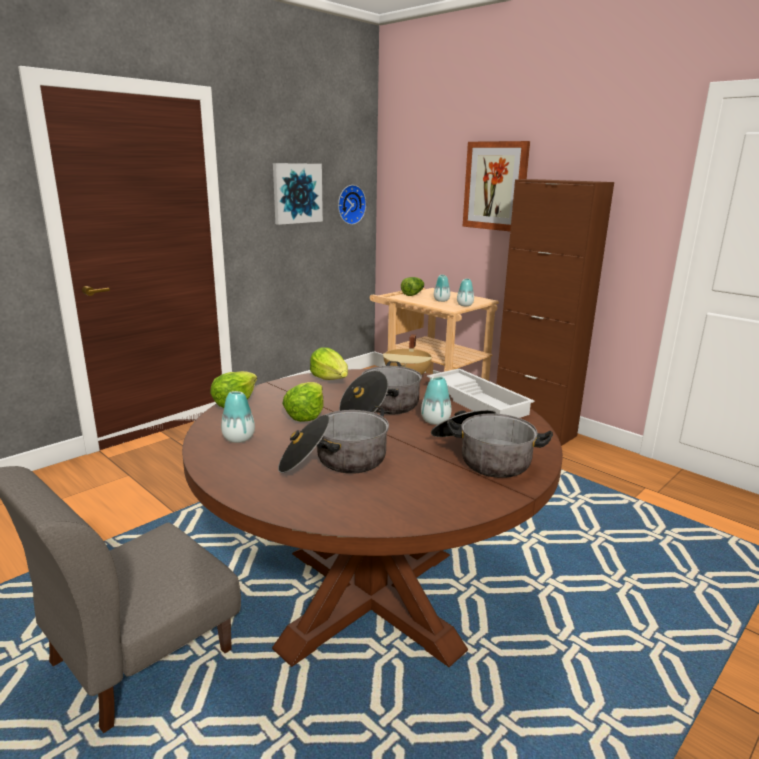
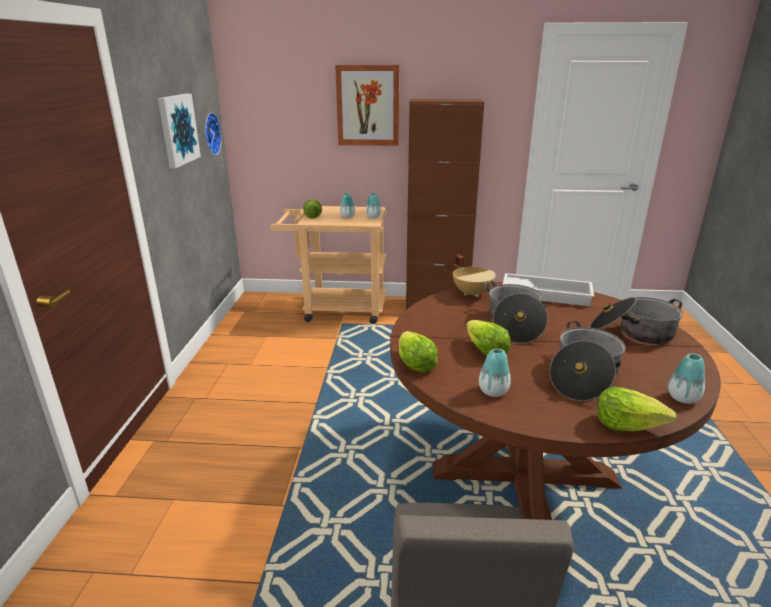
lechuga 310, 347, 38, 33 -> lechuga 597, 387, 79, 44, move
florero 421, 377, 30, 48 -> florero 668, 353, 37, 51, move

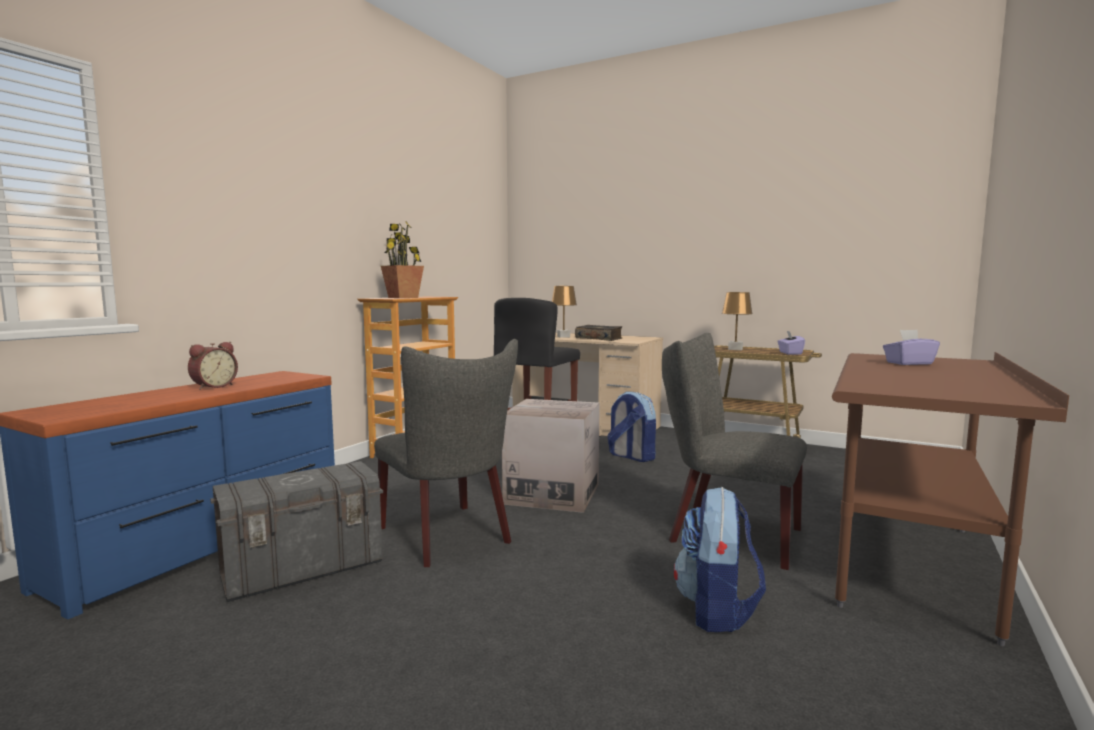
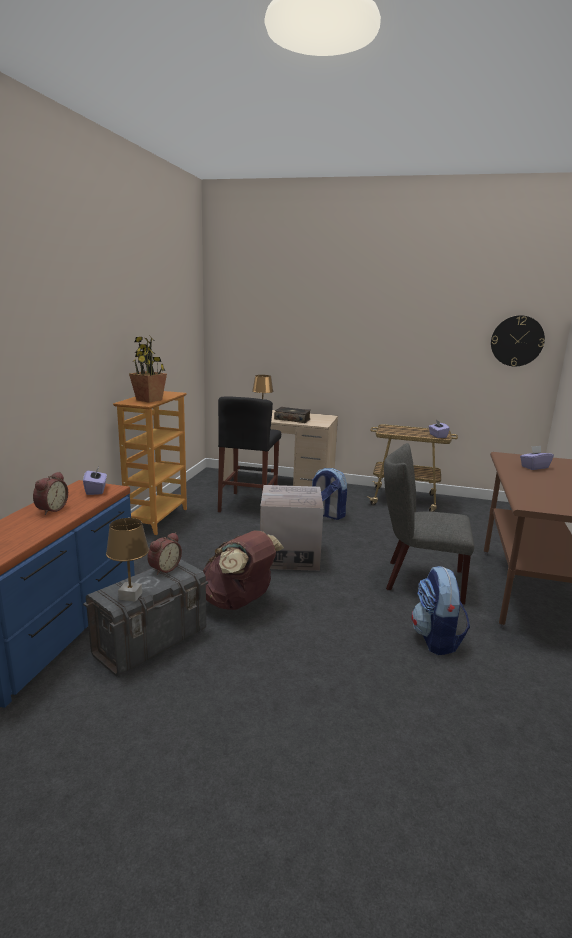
none -> caja de pañuelos (morado) 83, 467, 24, 28
none -> despertador 147, 532, 35, 43
none -> reloj de pared 491, 315, 54, 51
lámpara de mesa (marrón) 722, 292, 31, 58 -> lámpara de mesa (marrón) 106, 518, 43, 84, move
silla (gris) 374, 339, 144, 228 -> mochila (marrón) 203, 530, 81, 80

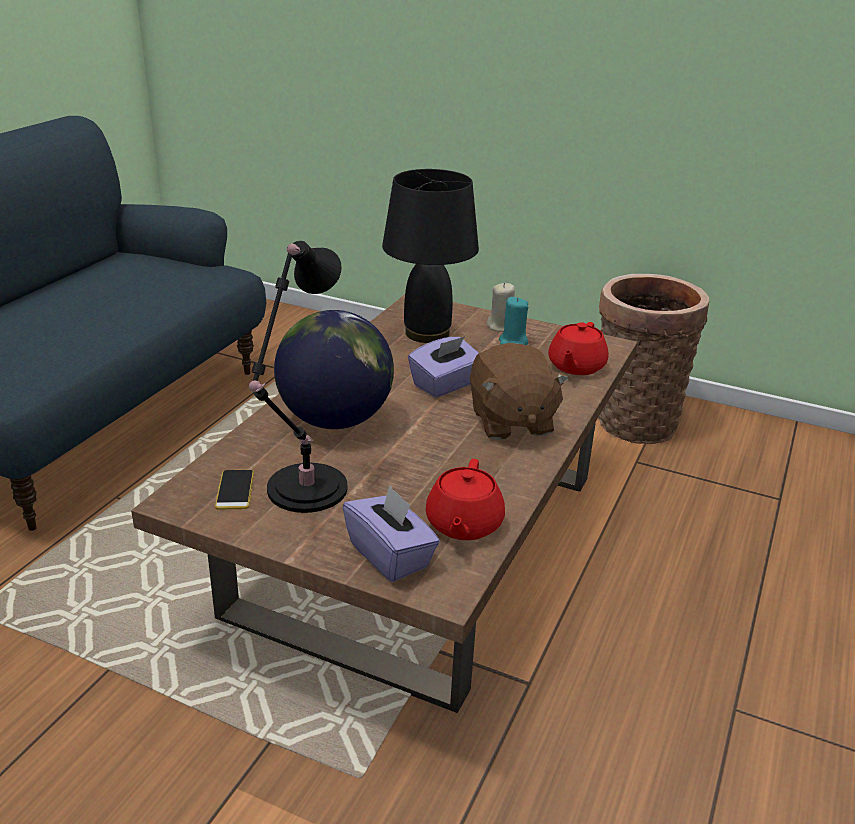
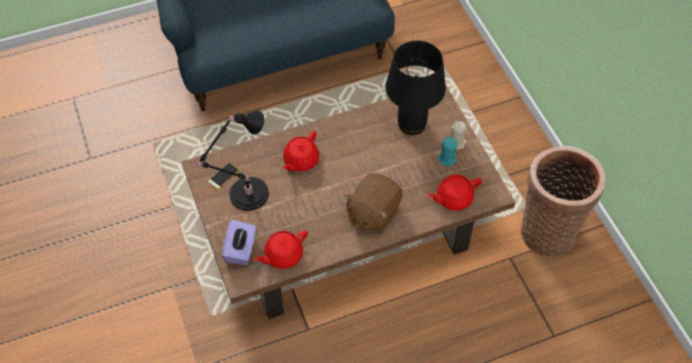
caja de pañuelos (morado) 408, 336, 71, 62 -> none
globo terráqueo 274, 310, 120, 119 -> tetera (rojo) 283, 131, 36, 40

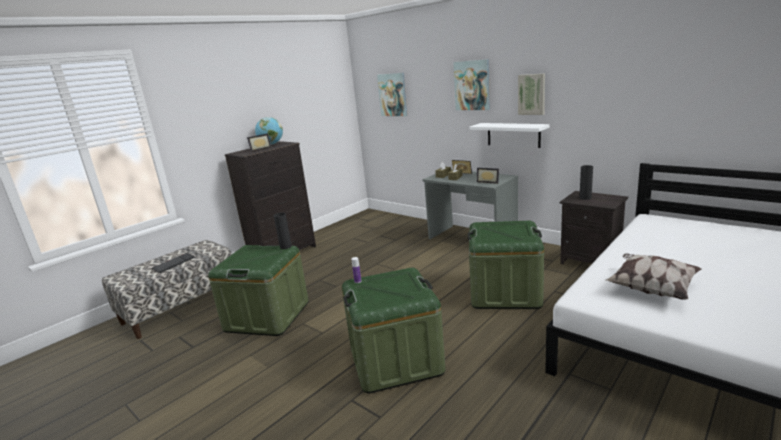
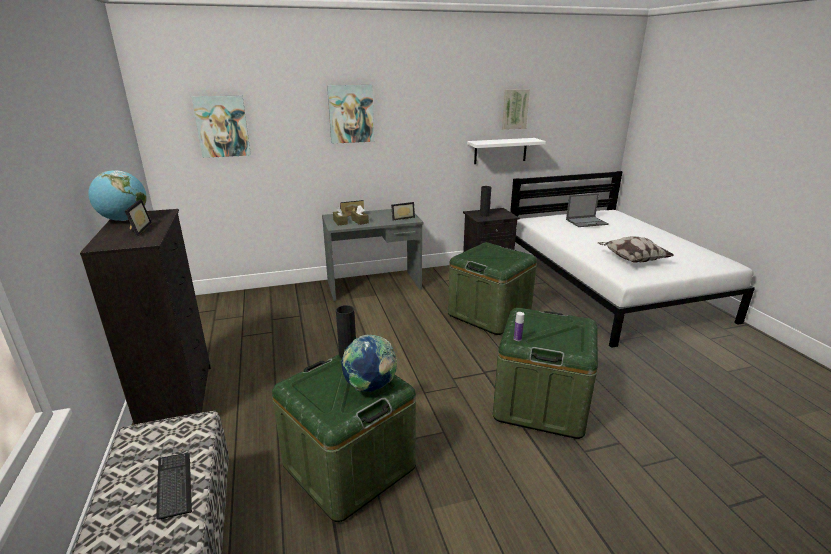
none -> globo terráqueo 341, 335, 56, 57
none -> portátil 566, 193, 43, 34
estante (blanco) 469, 123, 81, 25 -> estante (blanco) 467, 138, 79, 26, move
cuadro 518, 74, 27, 41 -> cuadro 502, 89, 28, 41, move

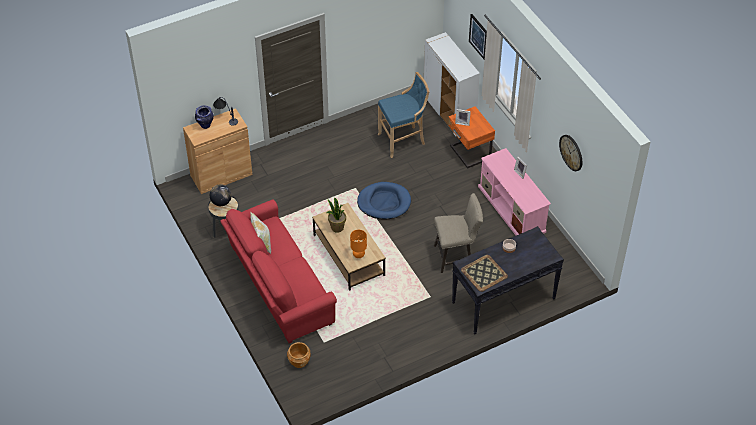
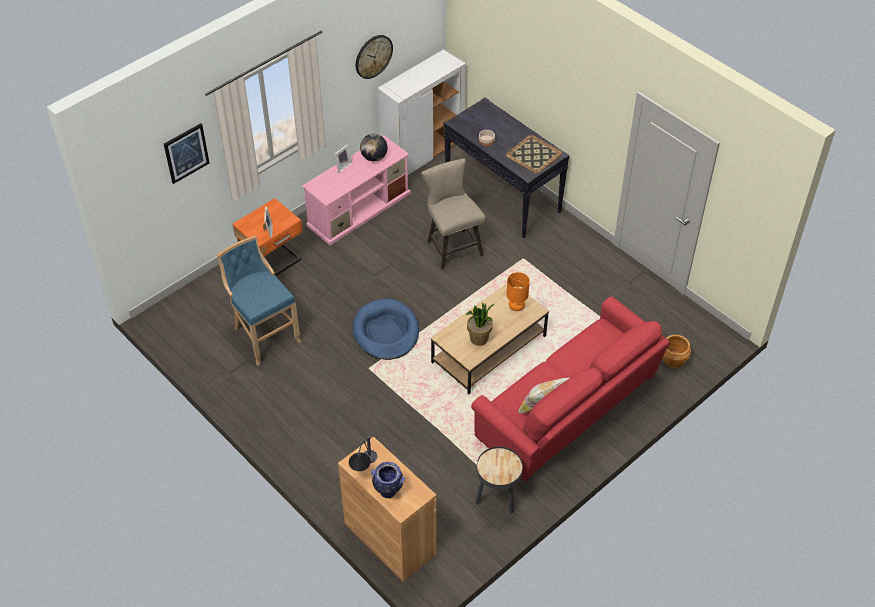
globo terráqueo 210, 184, 22, 22 -> globo terráqueo 360, 134, 28, 27, move
armario (blanco) 424, 32, 56, 105 -> armario (blanco) 377, 50, 89, 125, move

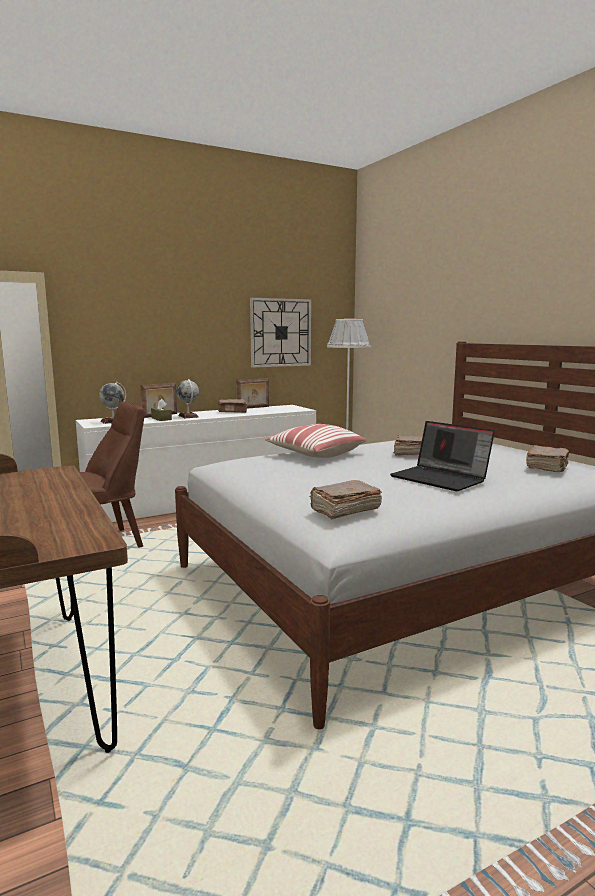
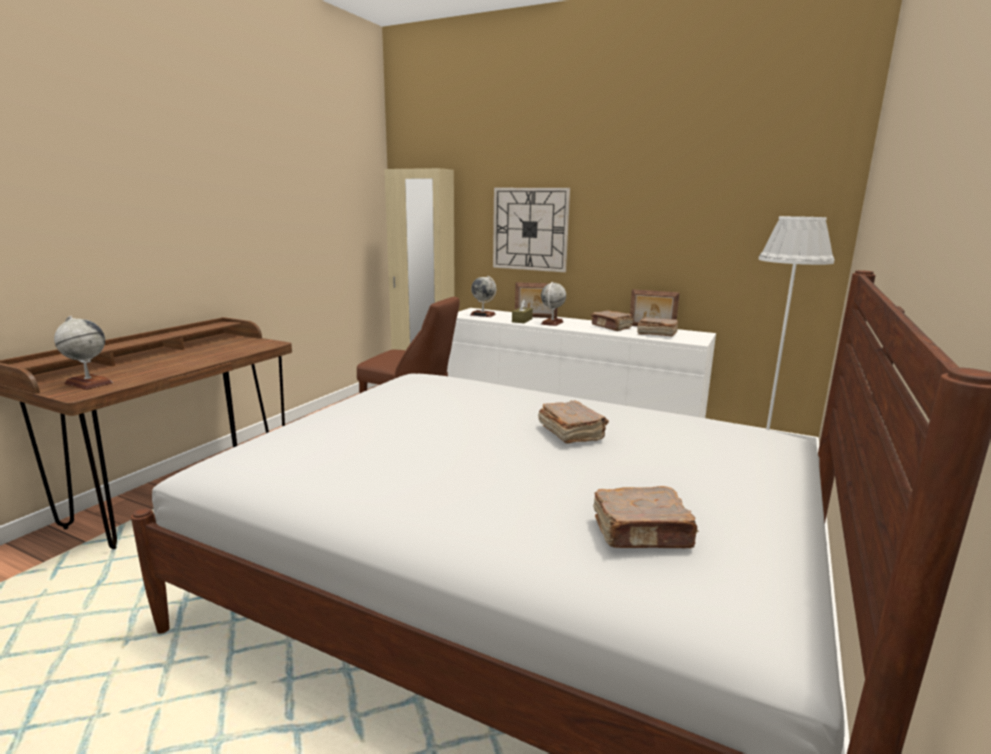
cojín 265, 424, 101, 34 -> none
portátil 390, 421, 105, 70 -> none
none -> globo terráqueo 54, 316, 59, 74
reloj de pared 250, 298, 61, 70 -> reloj de pared 493, 188, 77, 84, move
libro (marrón) 310, 480, 72, 39 -> libro (marrón) 637, 317, 41, 20, move

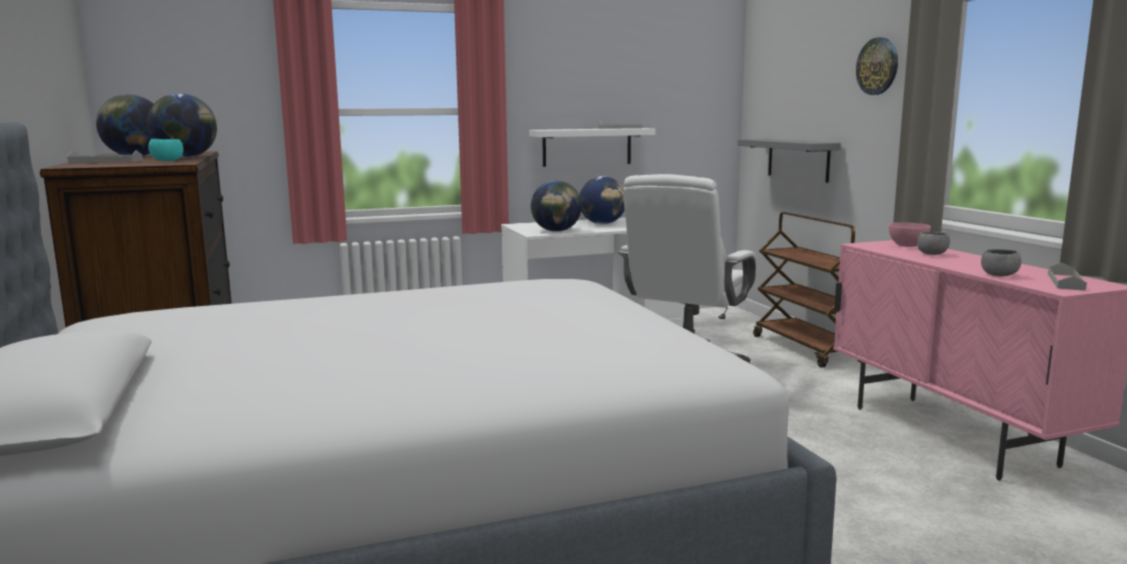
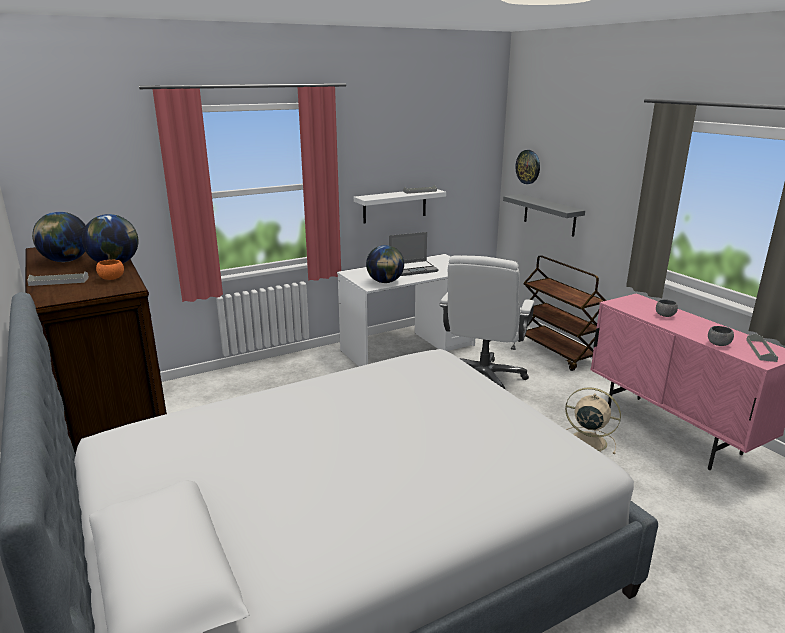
cuenco (rosa) 889, 223, 42, 24 -> none
none -> ventilador (beis) 565, 387, 56, 67
reloj de pared 856, 38, 42, 57 -> reloj de pared 516, 150, 24, 34, move
globo terráqueo 580, 176, 45, 48 -> portátil 389, 232, 50, 44
cuenco (turquesa) 148, 139, 35, 22 -> cuenco (naranja) 96, 260, 28, 20

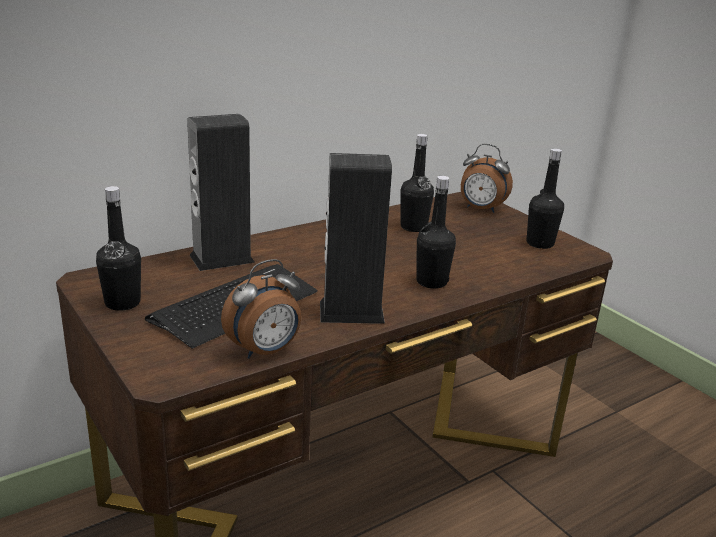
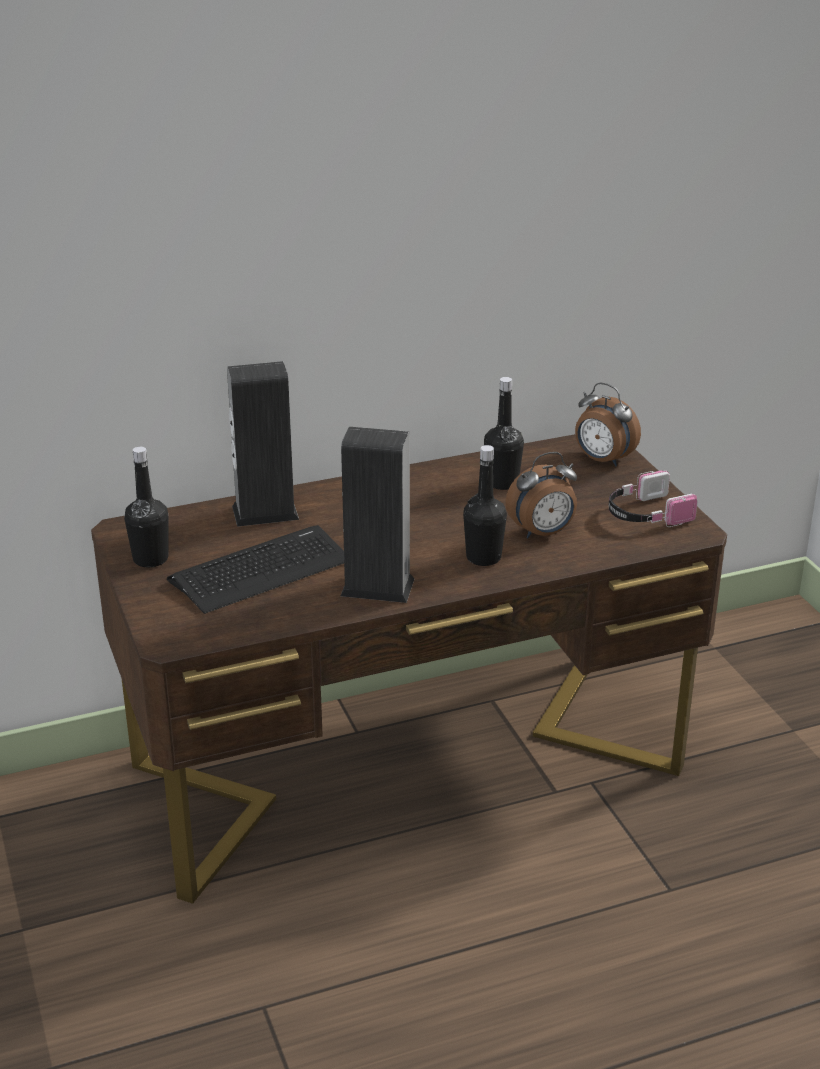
despertador 221, 259, 80, 100 -> despertador 505, 452, 72, 86, move
botella (negro) 526, 148, 38, 101 -> auriculares 609, 470, 88, 57

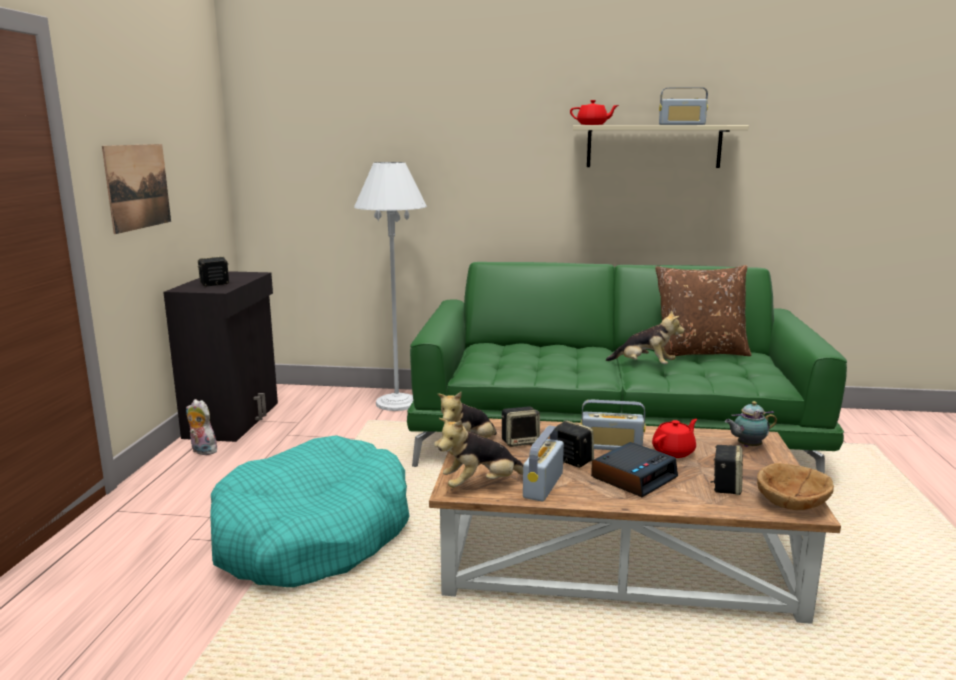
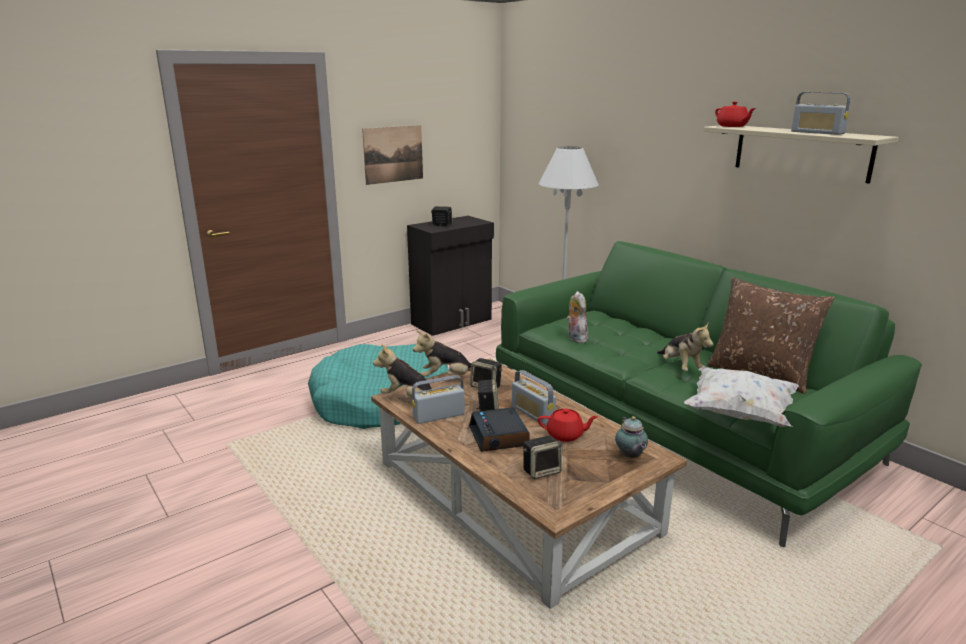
cuenco (marrón) 757, 463, 77, 47 -> none
none -> cojín (blanco) 684, 367, 115, 60
peluche 186, 399, 31, 56 -> peluche 566, 291, 22, 52, move
despertador 591, 442, 87, 55 -> despertador 469, 407, 61, 45, 75 degrees clockwise
tetera 725, 401, 52, 46 -> tetera 615, 416, 33, 43, 135 degrees counterclockwise

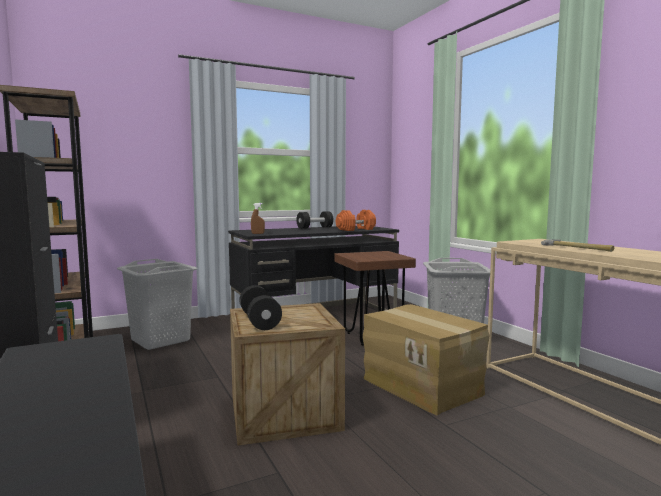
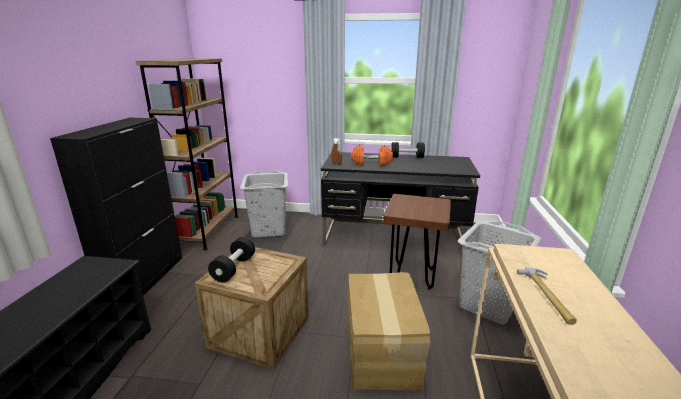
mancuerna (naranja) 336, 210, 40, 21 -> mancuerna (naranja) 351, 145, 42, 21, move

